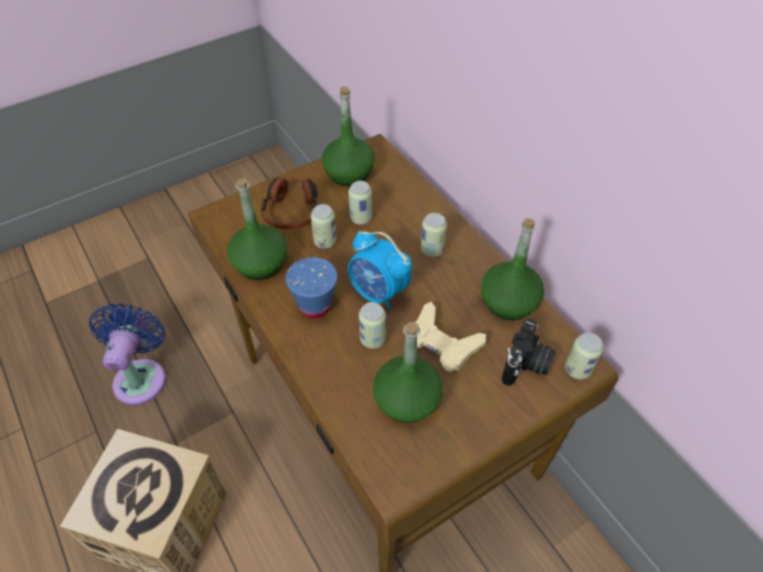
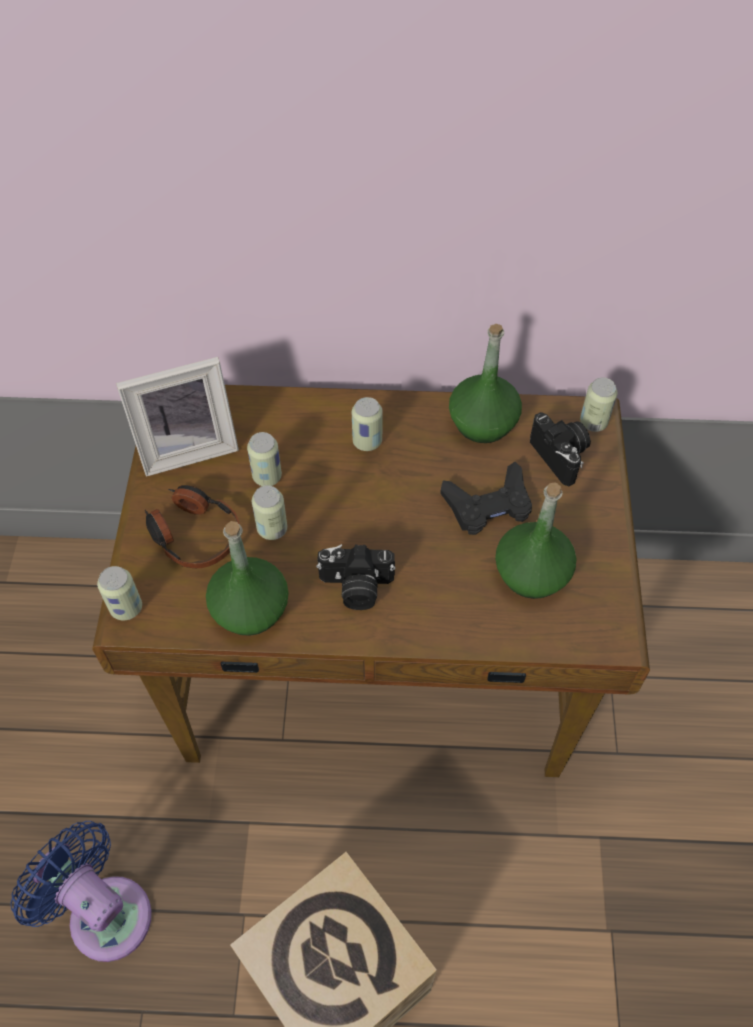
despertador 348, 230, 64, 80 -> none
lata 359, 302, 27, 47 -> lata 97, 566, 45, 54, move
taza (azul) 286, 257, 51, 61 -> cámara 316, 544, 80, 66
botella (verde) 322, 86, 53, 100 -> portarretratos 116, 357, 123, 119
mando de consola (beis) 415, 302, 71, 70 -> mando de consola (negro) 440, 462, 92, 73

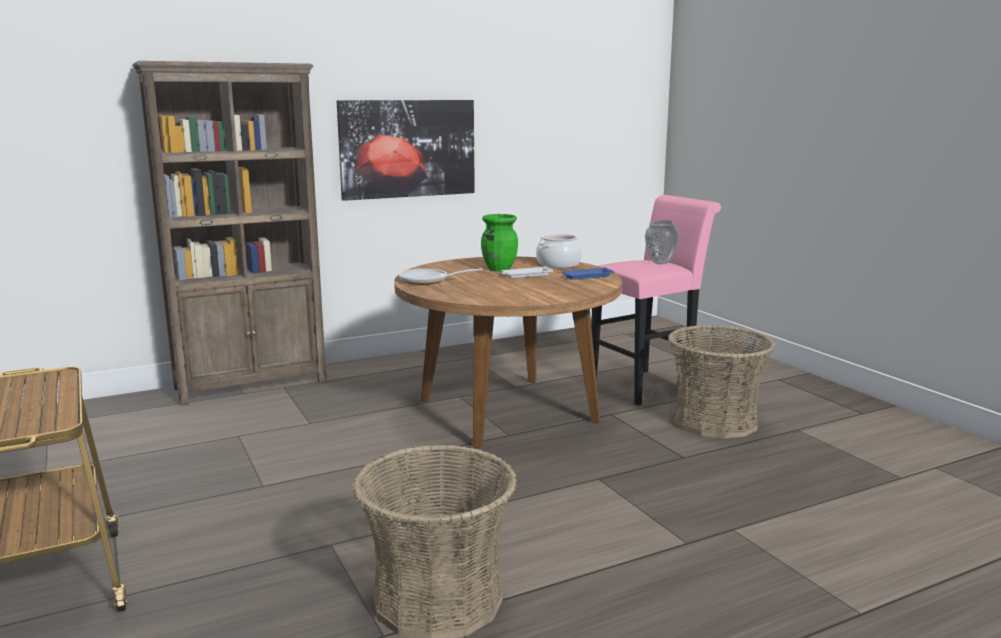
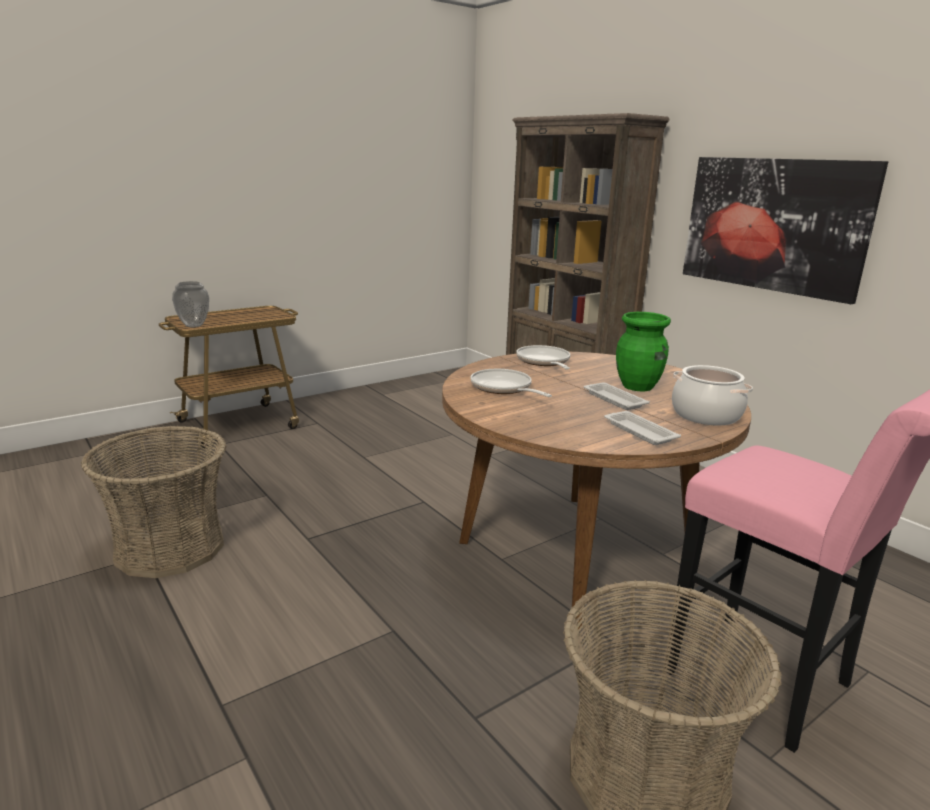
none -> sartén 470, 369, 82, 28
florero 645, 220, 34, 44 -> florero 172, 281, 37, 46, move
bandeja (azul) 562, 267, 52, 13 -> bandeja (blanco) 604, 411, 77, 34

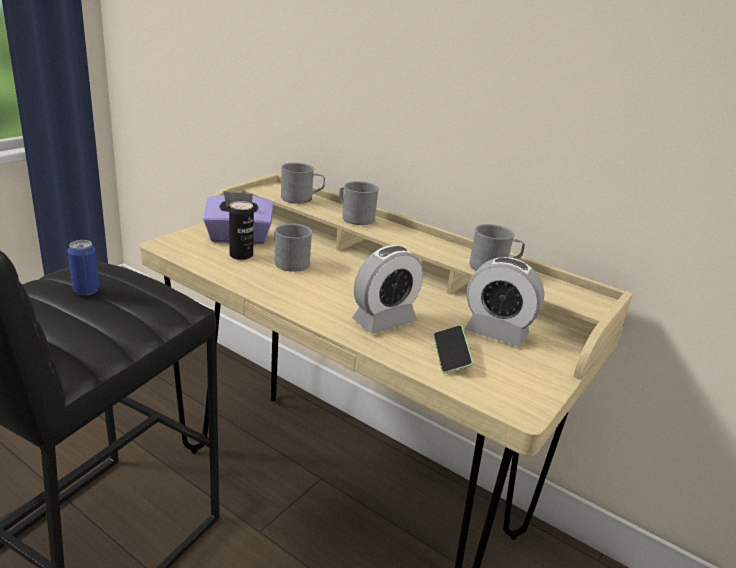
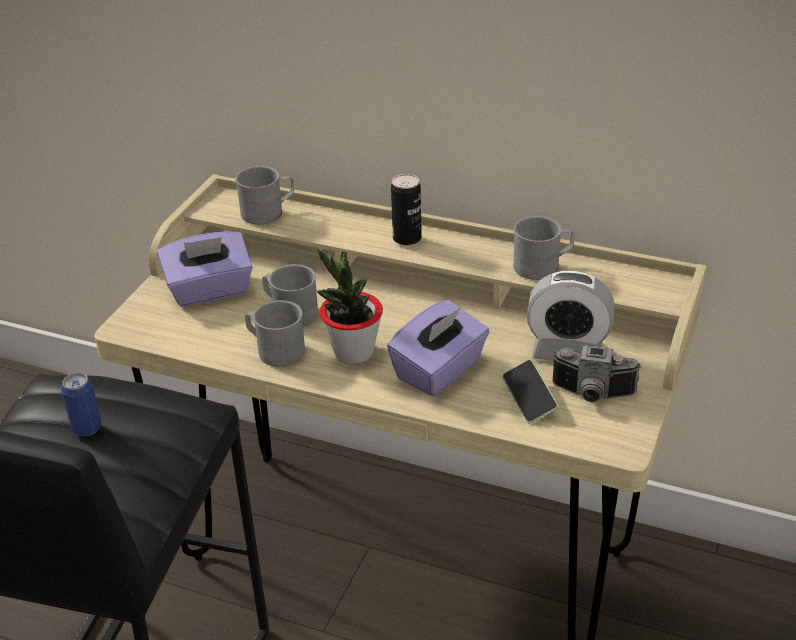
none -> planta en maceta 317, 249, 66, 115
none -> cámara 552, 345, 89, 57
lata 229, 201, 25, 59 -> lata 391, 174, 31, 72, move
taza grande (gris) 339, 181, 40, 44 -> taza grande (gris) 245, 300, 60, 67, move
despertador 352, 245, 71, 89 -> caja de pañuelos (morado) 387, 300, 103, 96

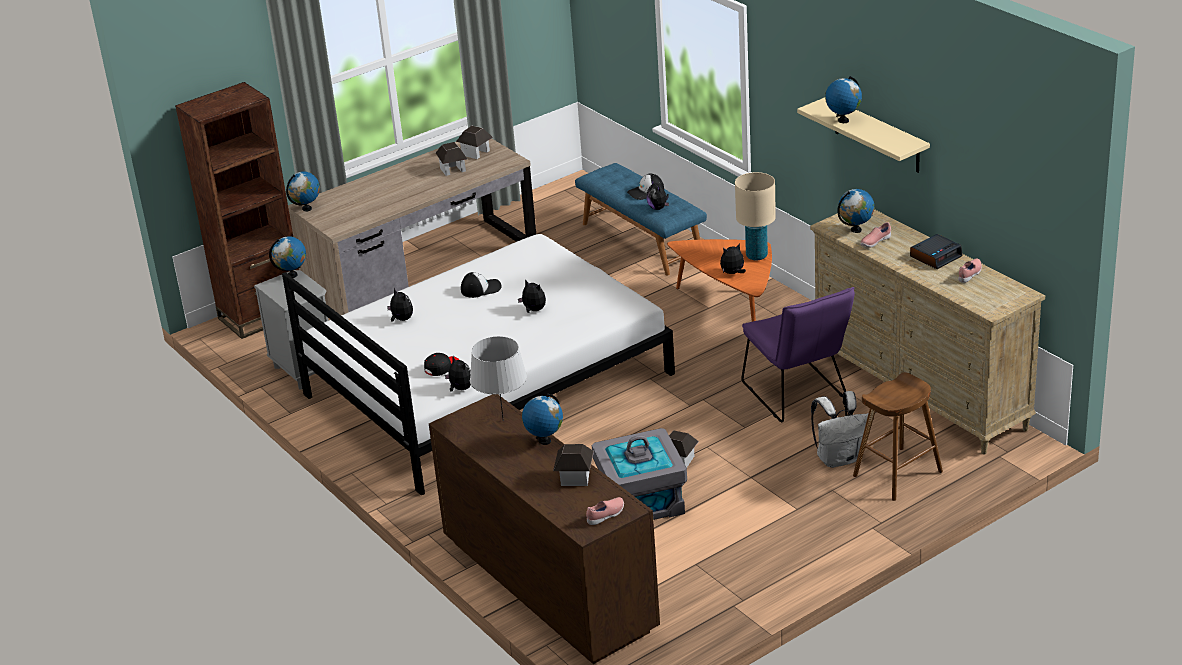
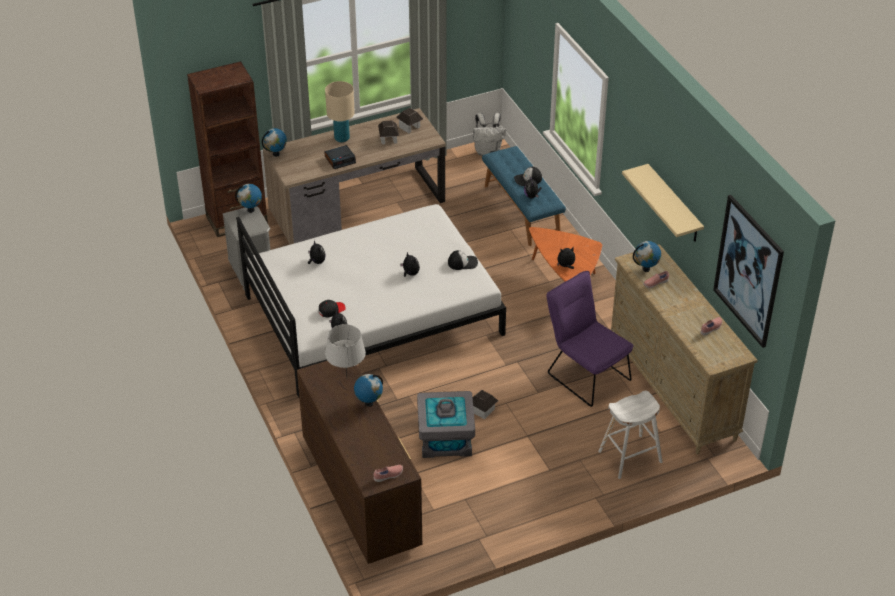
casita 553, 444, 41, 42 -> none
globo terráqueo 825, 76, 37, 47 -> none
none -> cuadro 713, 195, 71, 153
gorra 461, 272, 41, 26 -> gorra 448, 250, 30, 20, move
lámpara de mesa (beis) 735, 172, 41, 88 -> lámpara de mesa (beis) 325, 81, 30, 61, move
mochila (blanco) 811, 391, 58, 77 -> mochila (blanco) 473, 113, 33, 43, move
despertador 910, 234, 53, 35 -> despertador 324, 145, 32, 24, move
taburete (marrón) 853, 372, 90, 129 -> taburete (blanco) 598, 391, 64, 88
silla (morado) 741, 287, 114, 136 -> silla (morado) 546, 271, 87, 136, 150 degrees clockwise

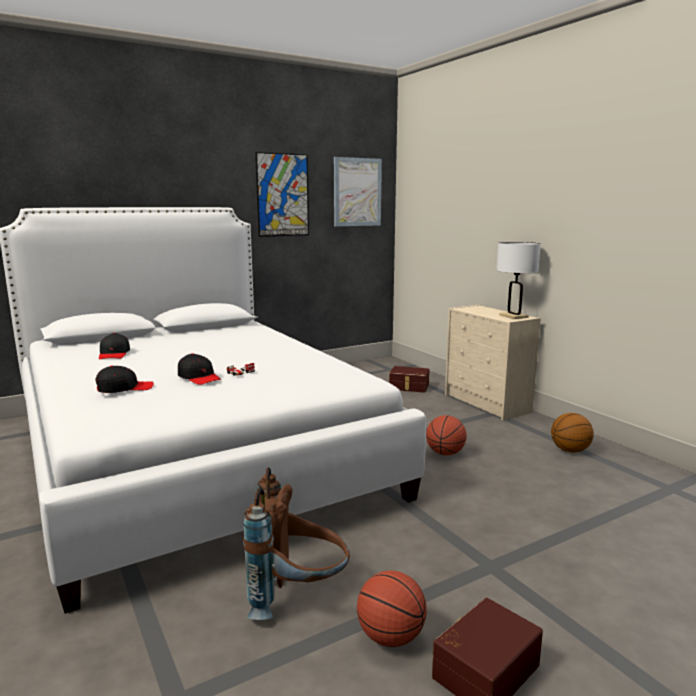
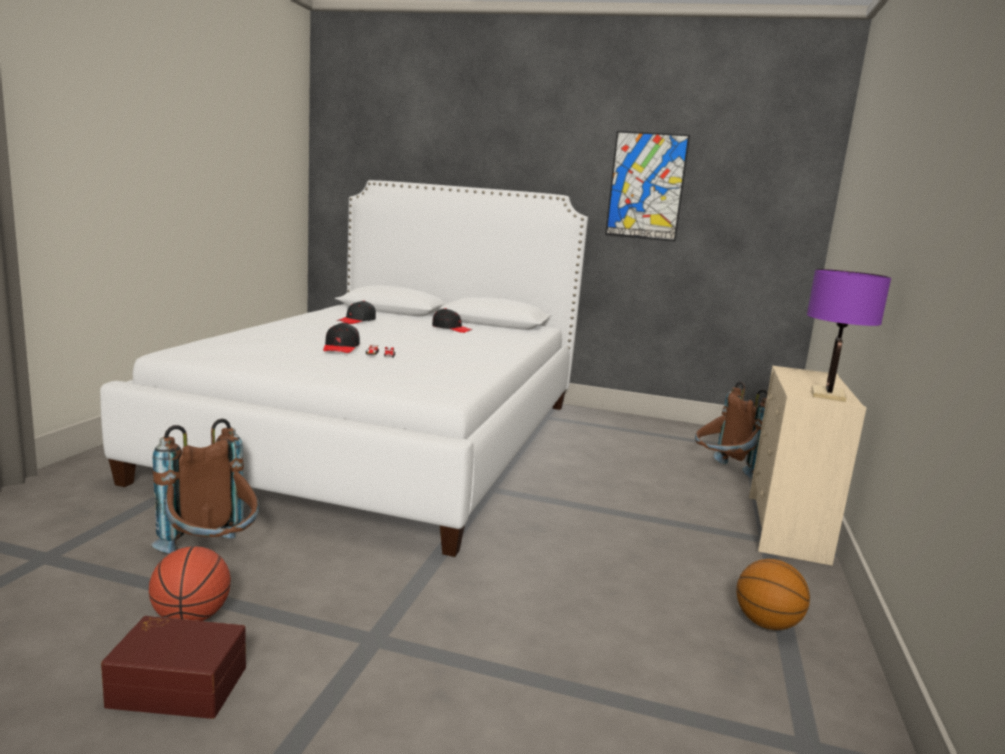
cuadro 334, 157, 48, 69 -> none
balón de baloncesto 426, 415, 41, 41 -> none
gorra (negro) 95, 366, 59, 27 -> gorra (negro) 432, 308, 41, 25, move
caja de almacenaje (marrón) 389, 366, 40, 27 -> mochila (marrón) 695, 381, 73, 97
lámpara de mesa (blanco) 496, 242, 45, 77 -> lámpara de mesa (morado) 807, 269, 84, 133

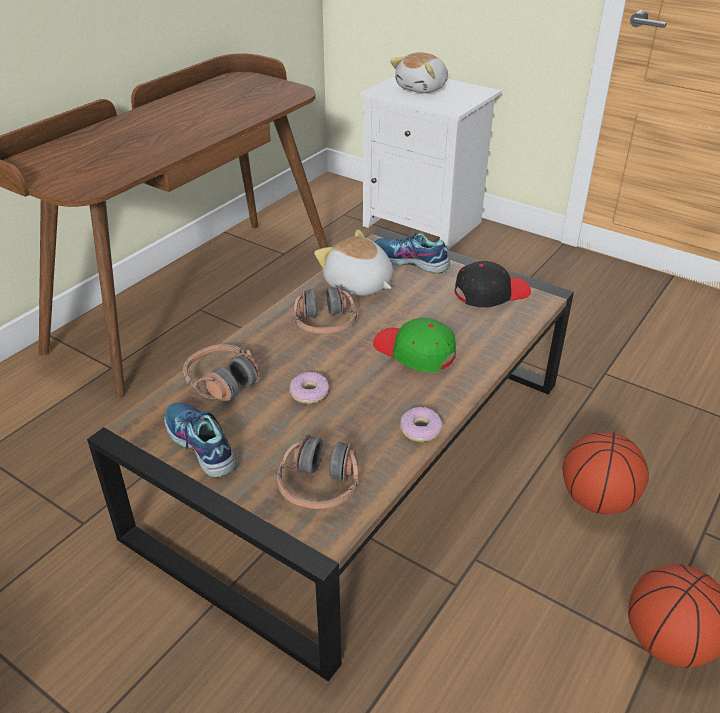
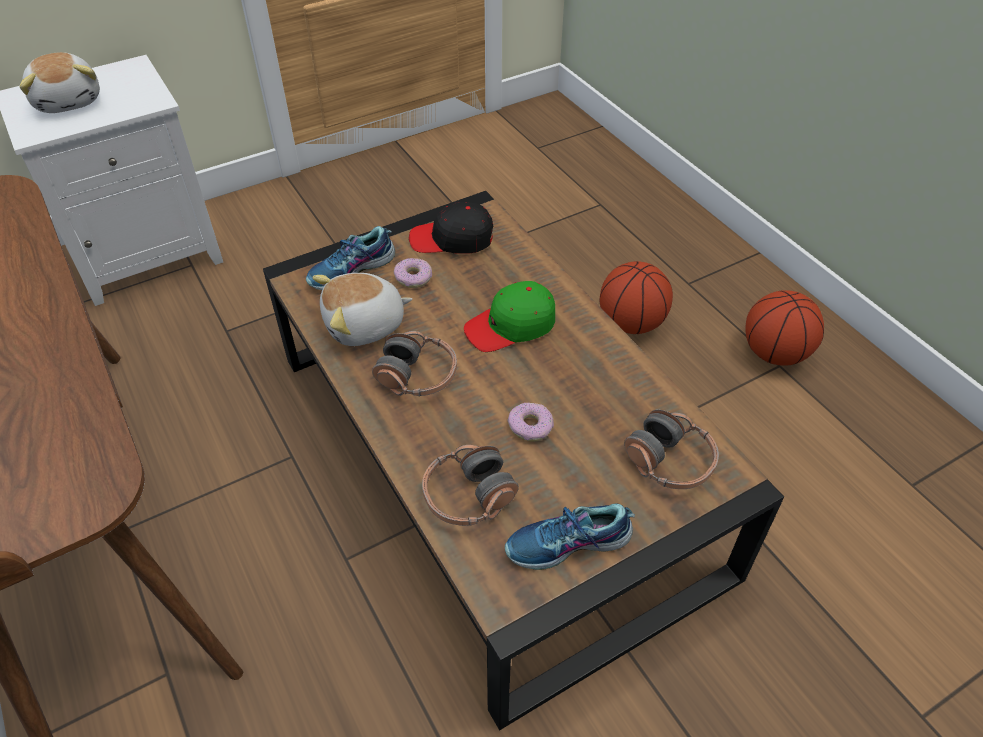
rosquilla 400, 407, 42, 35 -> rosquilla 393, 258, 39, 30, move
gorra (negro) 455, 261, 76, 47 -> gorra (negro) 409, 202, 84, 52, 90 degrees counterclockwise

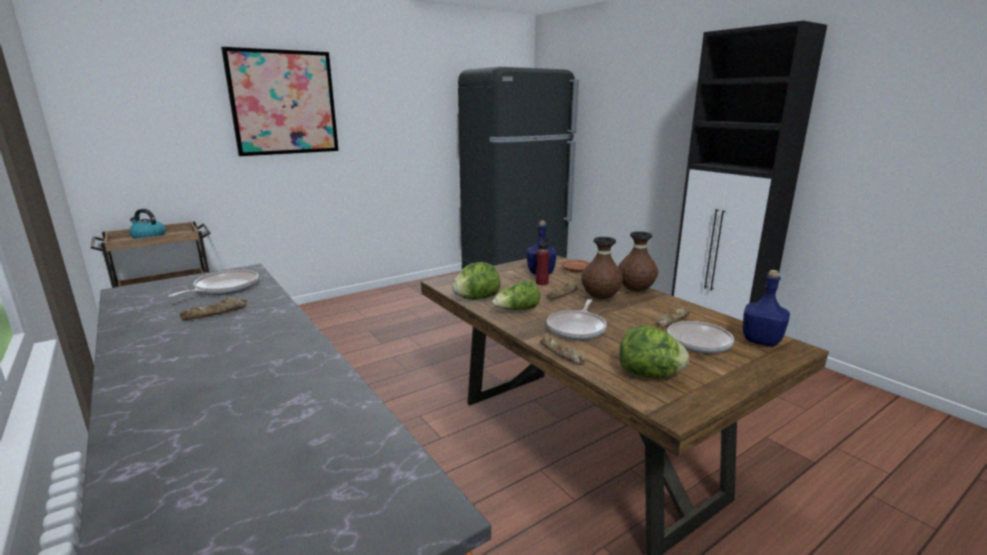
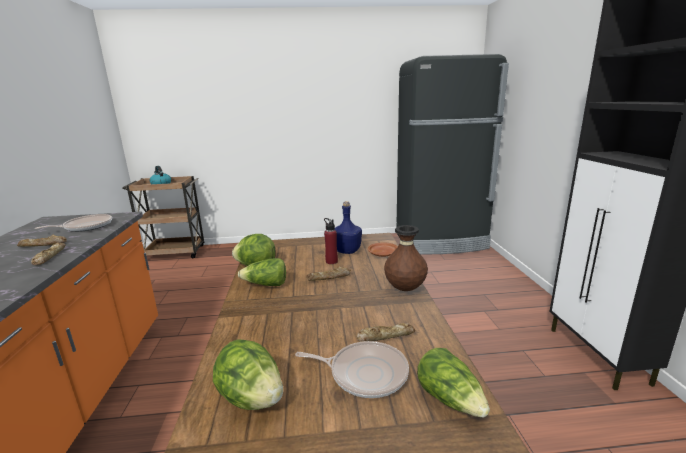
cuadro 221, 47, 118, 109 -> none
sartén 547, 299, 60, 41 -> none
florero (marrón) 581, 237, 42, 62 -> none
pan 540, 337, 46, 28 -> pan 31, 243, 34, 22, move
botella (azul) 743, 270, 47, 76 -> lechuga 417, 348, 73, 70

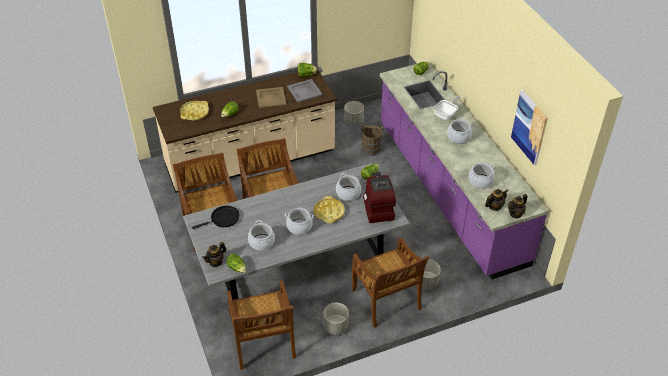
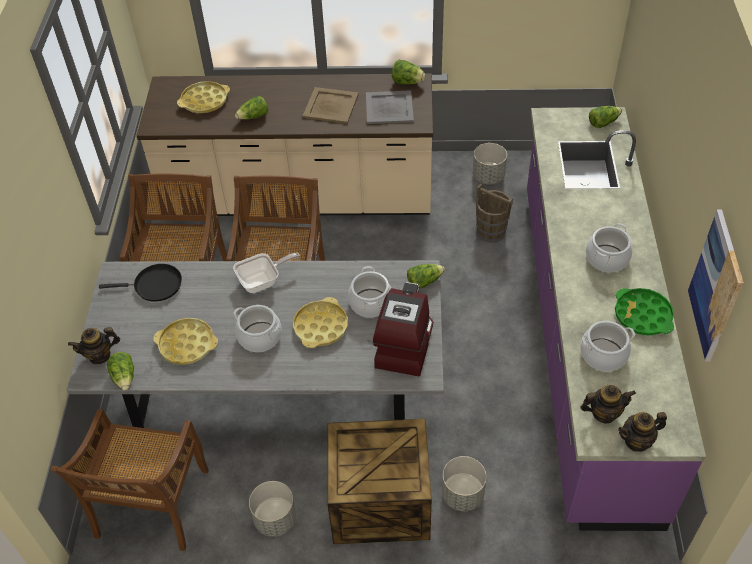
none -> bandeja (verde) 615, 288, 59, 48
sartén 433, 96, 28, 24 -> sartén 233, 253, 67, 40, move
olla 248, 220, 27, 31 -> bandeja (amarillo) 153, 318, 65, 47
silla (marrón) 352, 237, 77, 91 -> caja de embalaje 327, 419, 105, 125

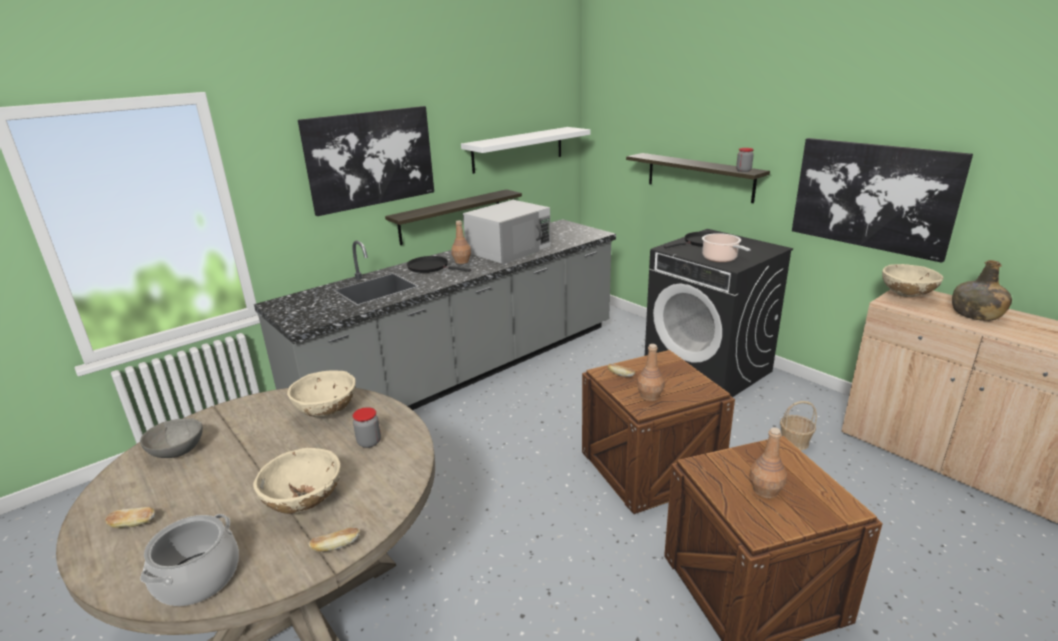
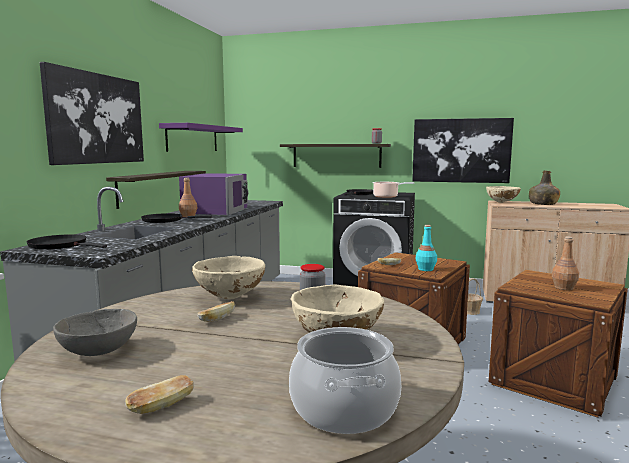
none -> sartén (negro) 26, 234, 81, 16
pan 308, 528, 52, 24 -> pan 197, 301, 38, 21, move
estante (blanco) 461, 127, 130, 47 -> estante (morado) 159, 123, 84, 29
microondas (blanco) 463, 200, 88, 64 -> microondas (morado) 179, 173, 69, 42
botella (marrón) 637, 344, 28, 57 -> botella (turquesa) 416, 225, 21, 46

